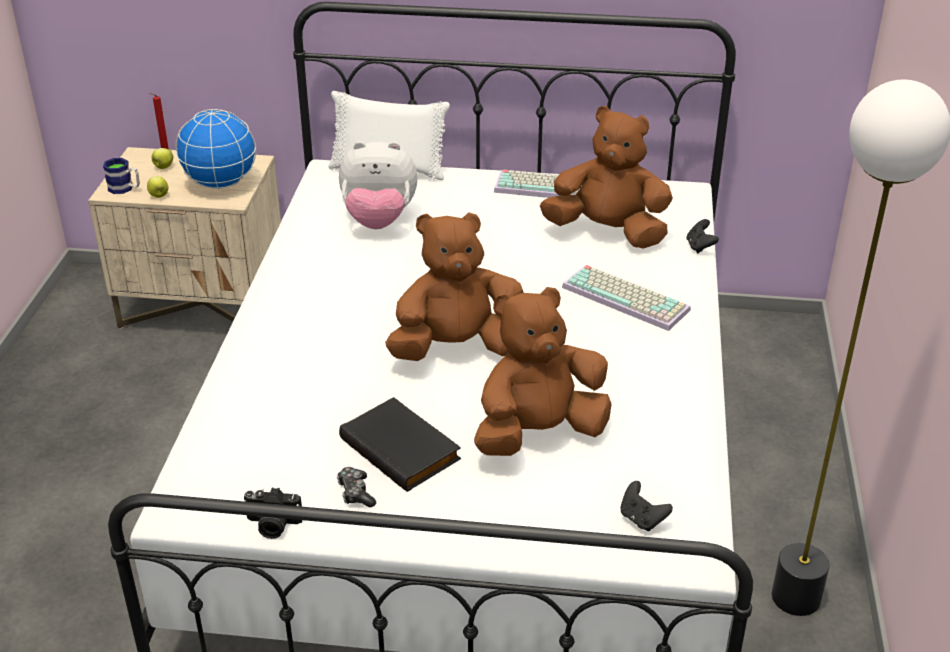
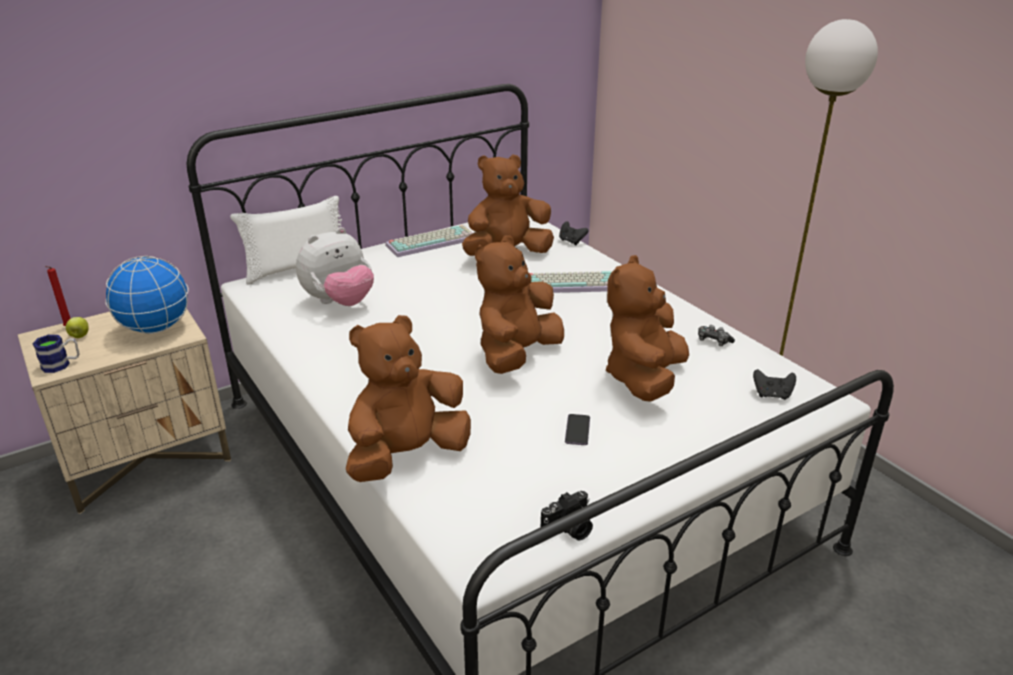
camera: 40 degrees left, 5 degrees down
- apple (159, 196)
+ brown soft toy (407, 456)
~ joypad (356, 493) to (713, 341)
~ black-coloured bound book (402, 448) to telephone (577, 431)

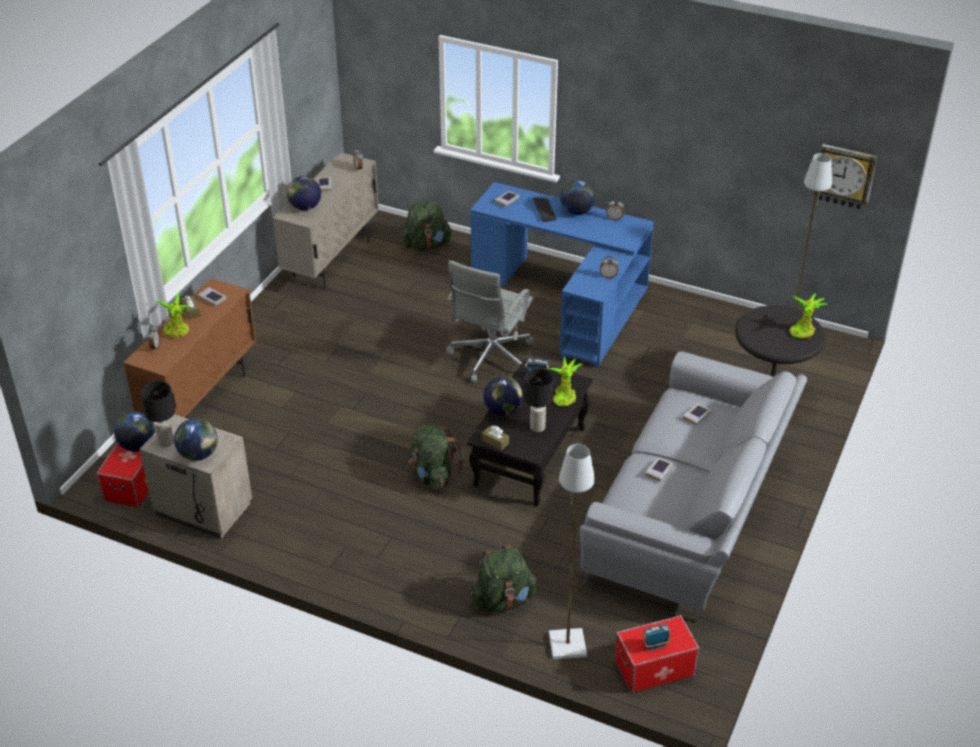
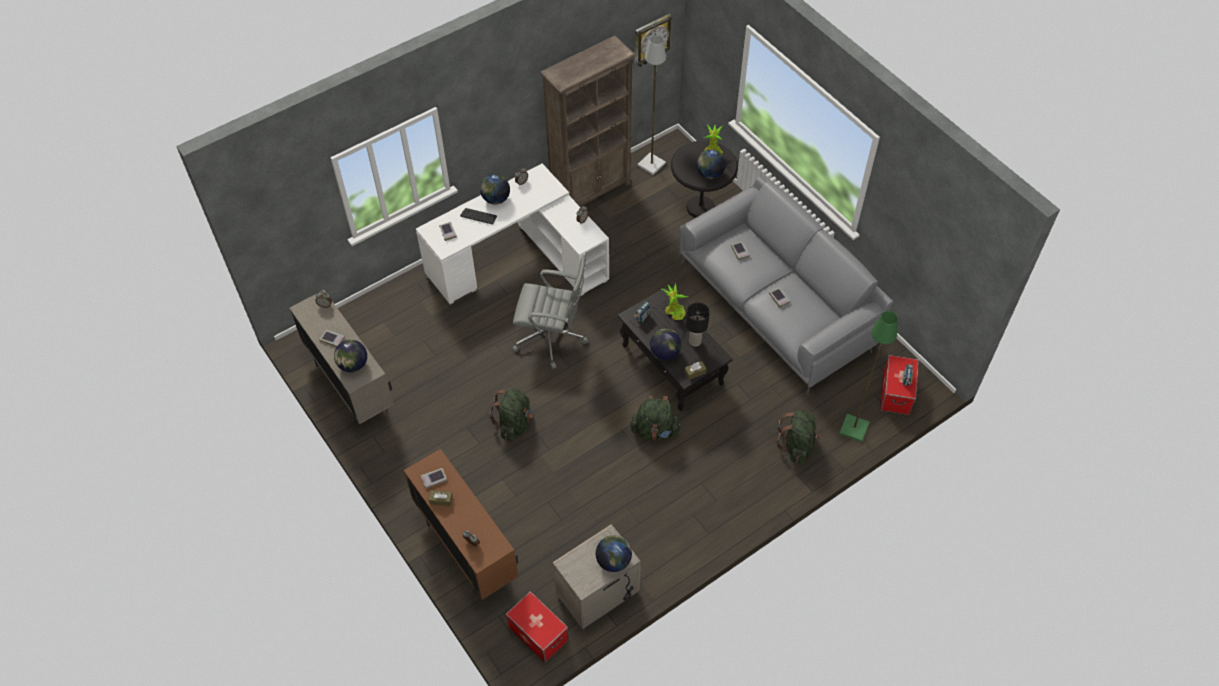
camera: 60 degrees left, 15 degrees up
- black-coloured tabletop lamp (166, 442)
- plant in a pot (177, 332)
+ brown shelving unit (591, 191)
~ world globe (138, 446) to (709, 174)
~ greenish knapsack (426, 245) to (514, 423)
~ blue-coloured desk unit (568, 299) to whitish desk unit (519, 260)
~ greyish floor lamp (567, 645) to greenish floor lamp (854, 429)
~ greyish computer chair (490, 358) = (552, 338) 45 degrees counterclockwise

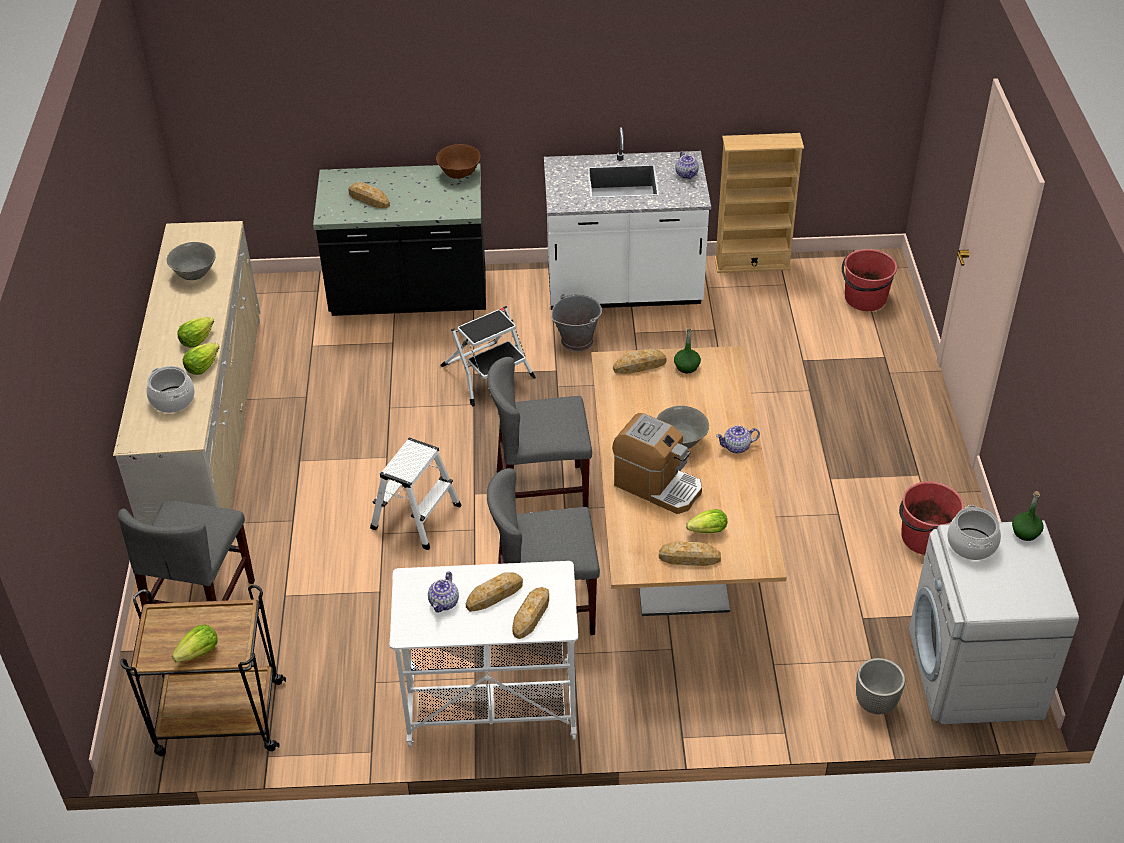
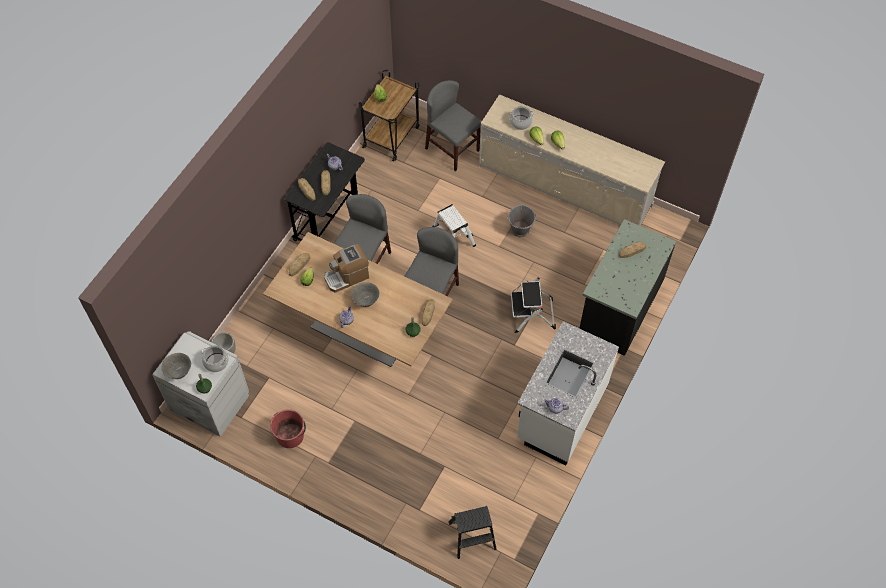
camera: 120 degrees right, 15 degrees up
- brown bowl (459, 174)
- sand-coloured shelving unit (752, 263)
~ greyish bowl (195, 274) to (179, 372)
~ greyish water bucket (577, 340) to (520, 229)
~ reddish water bucket (865, 299) to black-coloured step stool (472, 535)
~ whitish desk unit (491, 705) to black-coloured desk unit (331, 221)

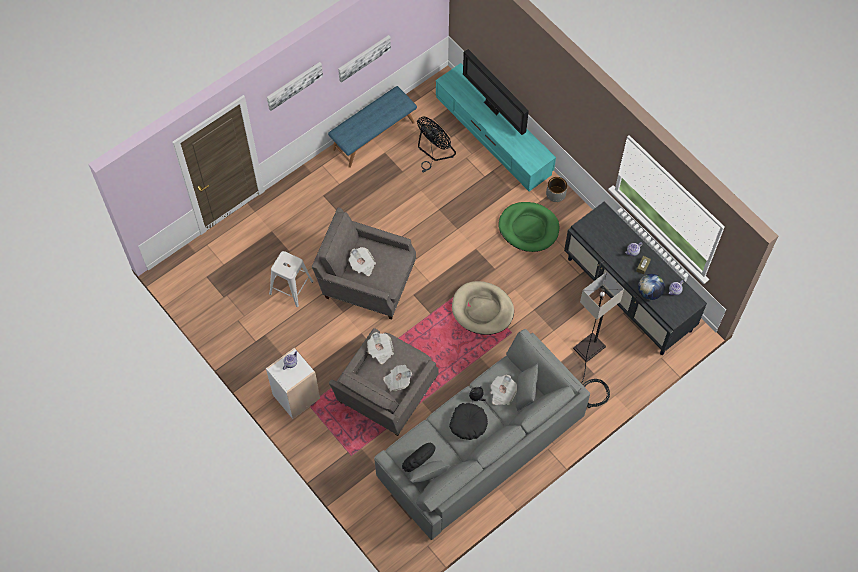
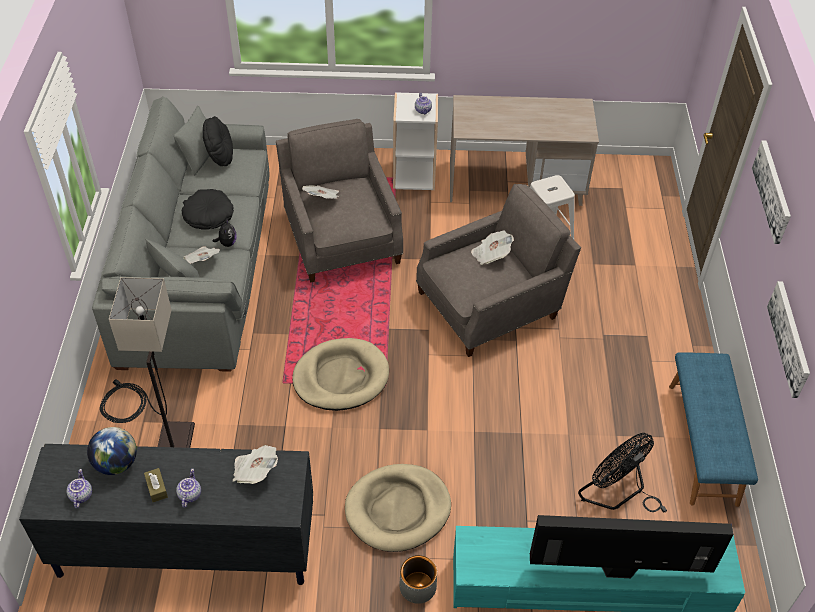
camera: 130 degrees right, 15 degrees down
+ sand-coloured desk unit (516, 182)
~ newspaper (380, 351) to (255, 471)
~ greenish dog cushion (528, 228) to sand-coloured dog cushion (398, 509)
~ black-coloured electric fan (432, 151) = (622, 490) 150 degrees clockwise

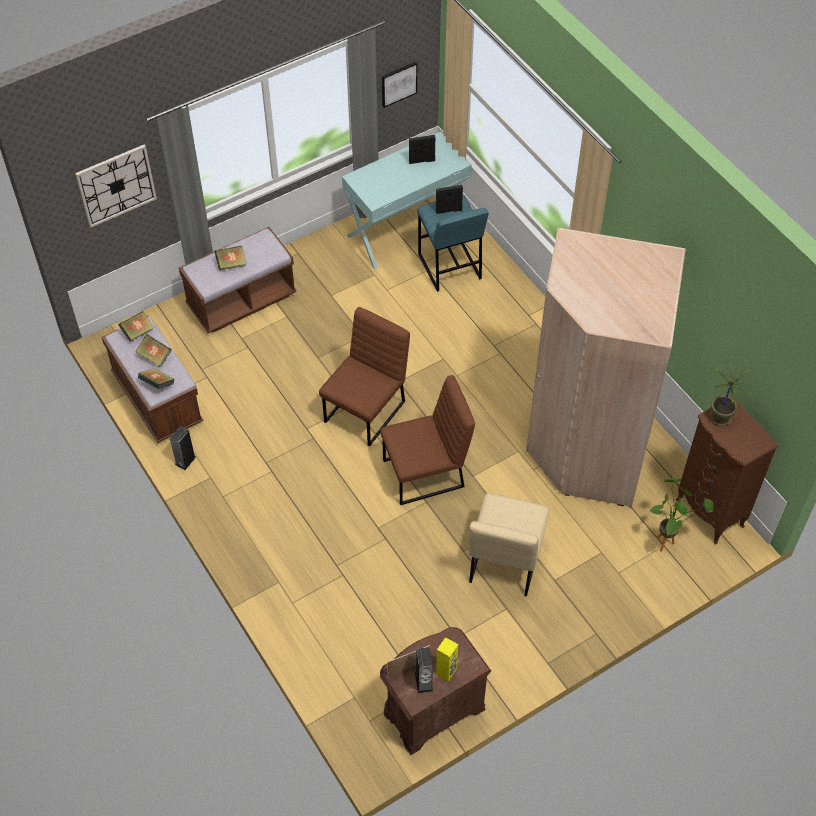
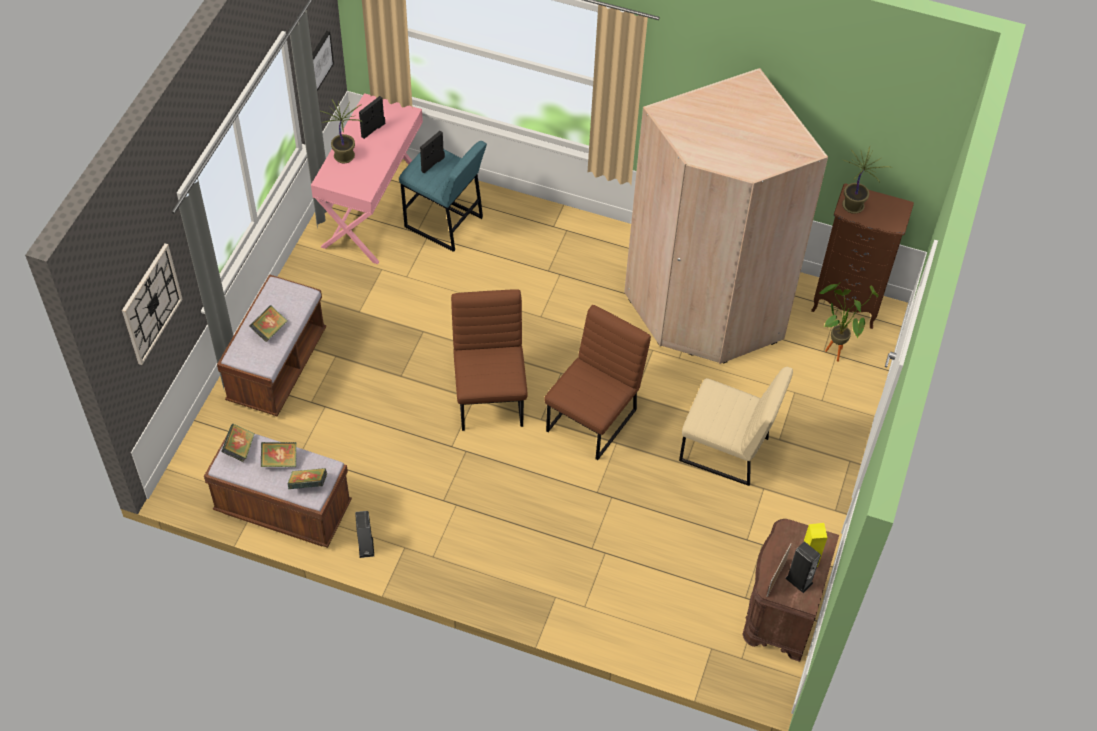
camera: 40 degrees left, 0 degrees up
+ plant in a pot (345, 156)
~ turquoise desk unit (406, 229) to pinkish desk unit (373, 210)
~ sand-coloured chair (504, 561) = (726, 450) 45 degrees counterclockwise

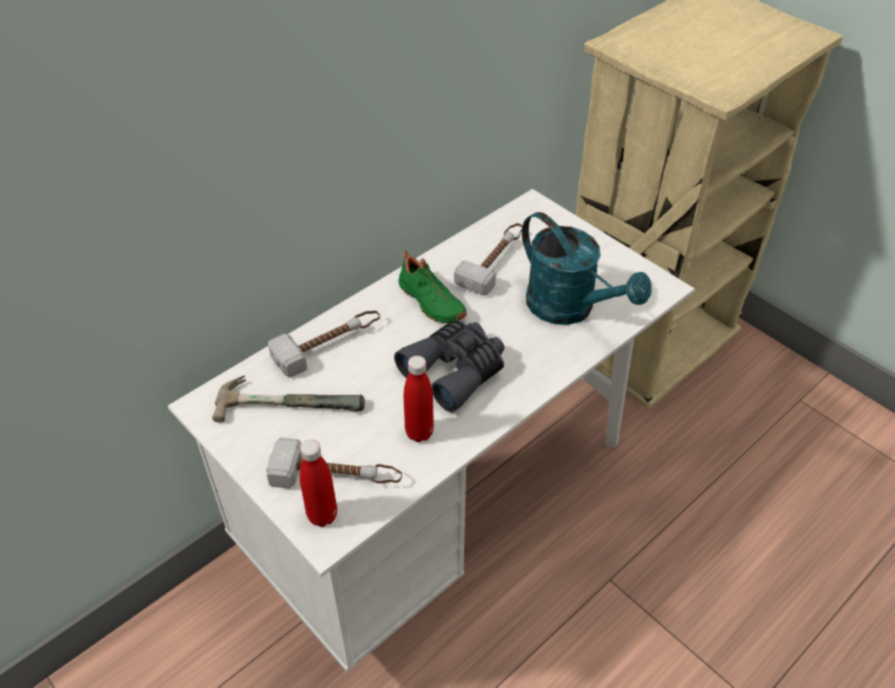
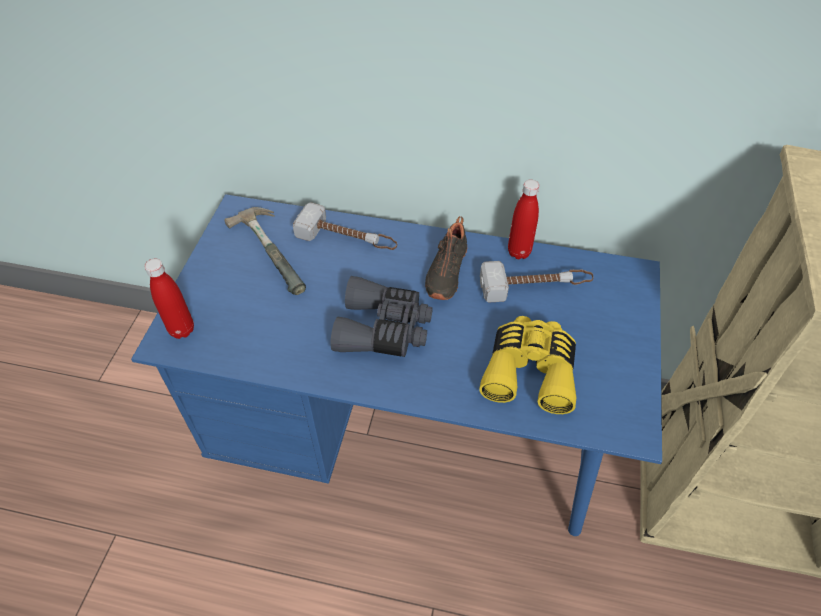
camera: 55 degrees right, 5 degrees up
- hand hammer (336, 475)
~ reddish beverage bottle (419, 433) to (519, 252)
~ turquoise sprinkling can (570, 308) to yellow-coloured field glasses (530, 370)
~ whitish desk unit (447, 505) to blue-coloured desk unit (411, 441)
~ greenish item of footwear (430, 302) to black-coloured item of footwear (445, 271)

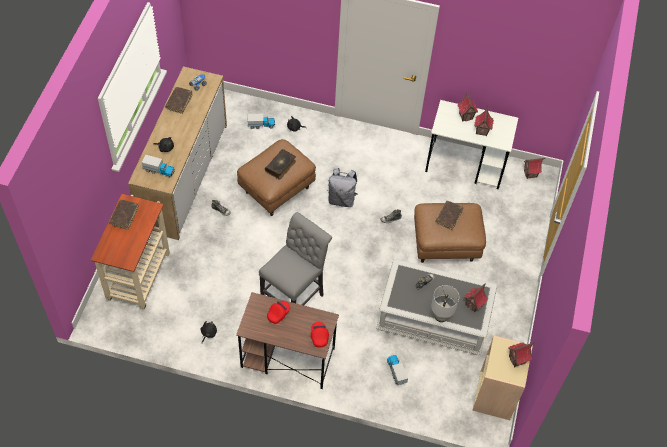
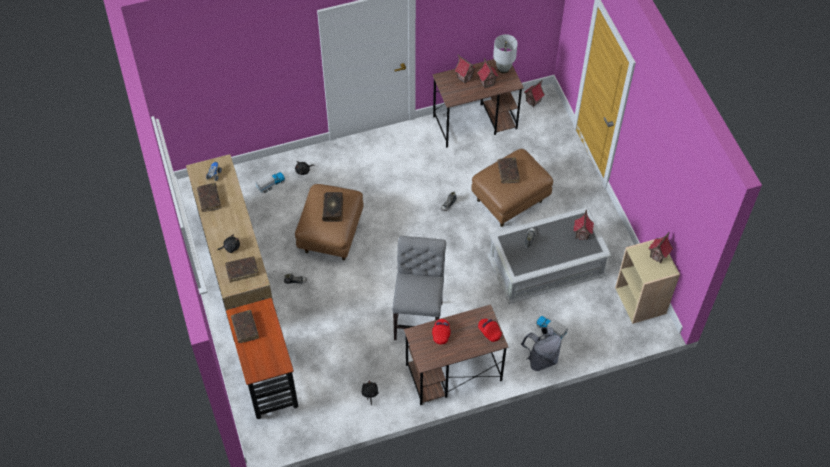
camera: 30 degrees left, 0 degrees up
~ greyish knapsack (341, 199) to (540, 359)
~ whitish tabletop lamp (441, 316) to (503, 68)
~ toy truck (159, 170) to brown bound book (242, 271)
~ sand-coloured cart (139, 276) to black-coloured cart (268, 381)
~ whitish desk unit (466, 165) to brown desk unit (475, 122)

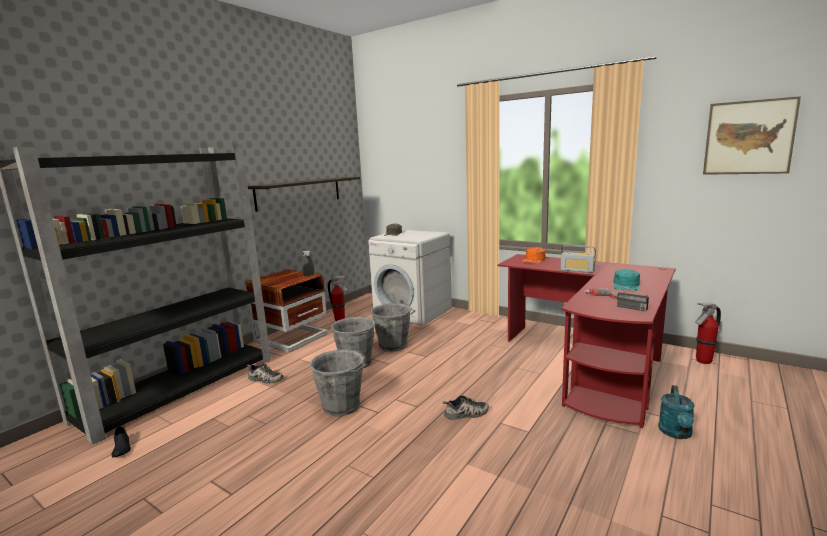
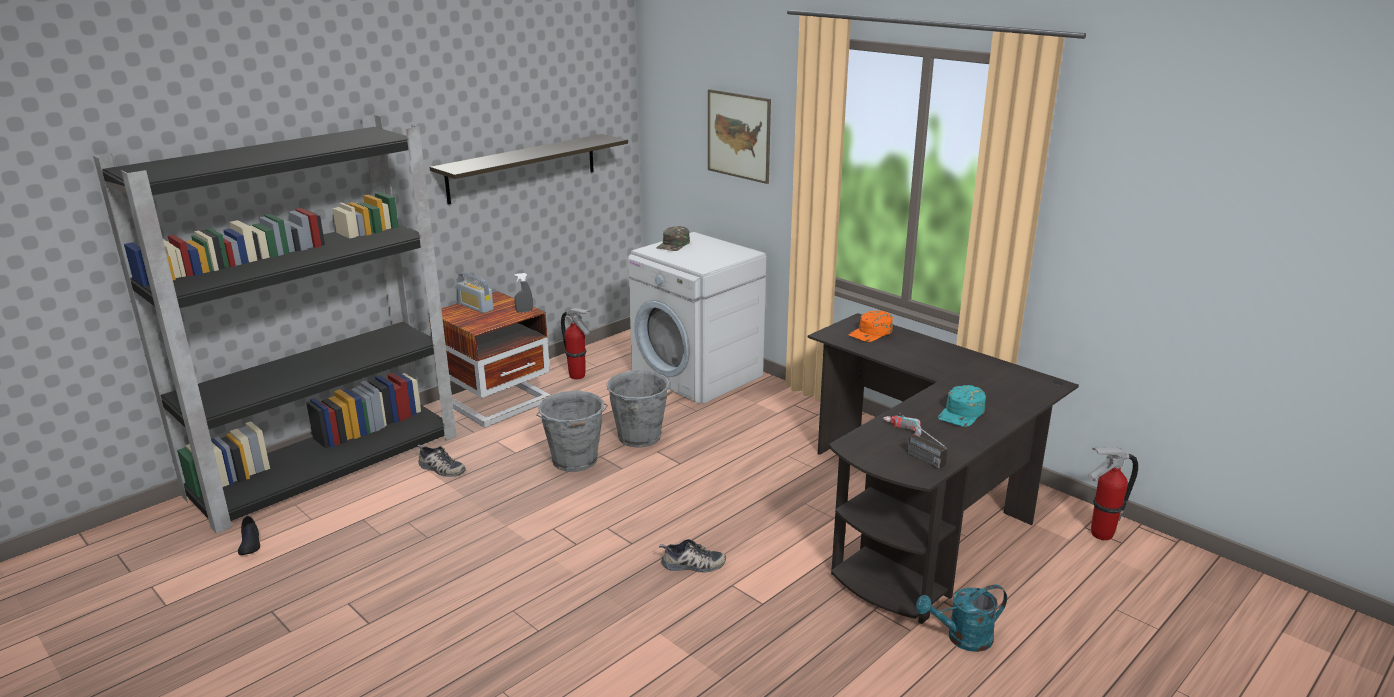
camera: 10 degrees right, 10 degrees up
- greyish water bucket (342, 407)
~ radio (577, 270) to (476, 307)
~ wall picture (748, 137) to (738, 135)
~ reddish desk unit (591, 364) to black-coloured desk unit (921, 513)
~ turquoise sprinkling can (676, 433) = (962, 639) 45 degrees clockwise

